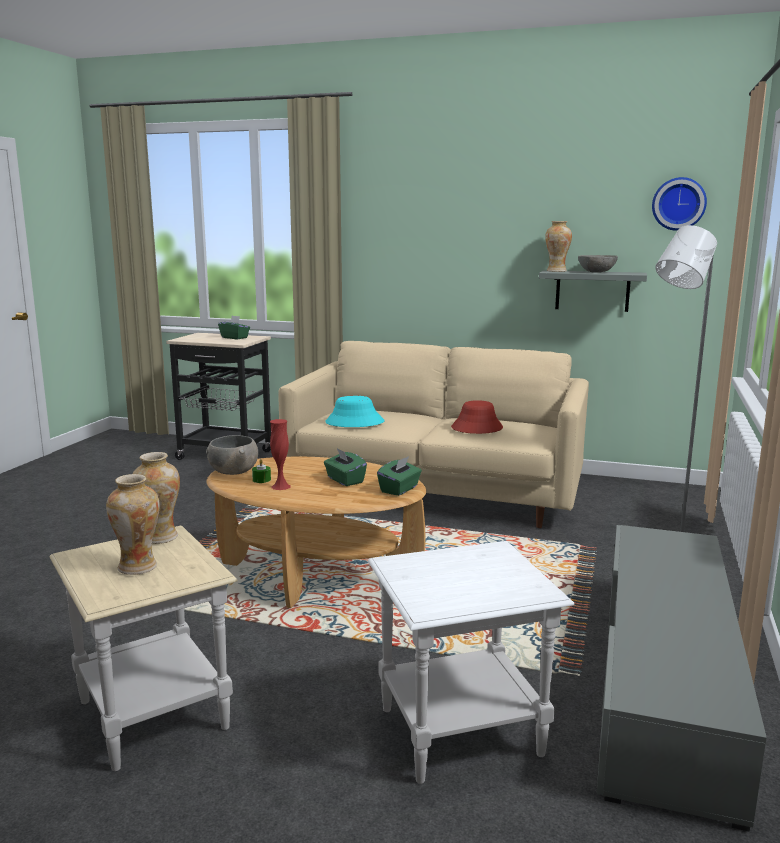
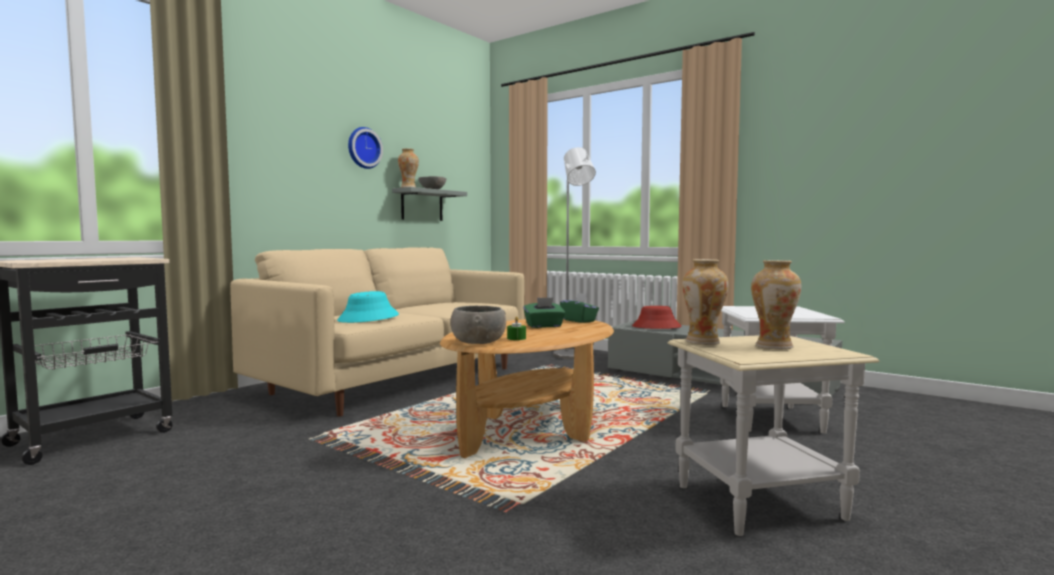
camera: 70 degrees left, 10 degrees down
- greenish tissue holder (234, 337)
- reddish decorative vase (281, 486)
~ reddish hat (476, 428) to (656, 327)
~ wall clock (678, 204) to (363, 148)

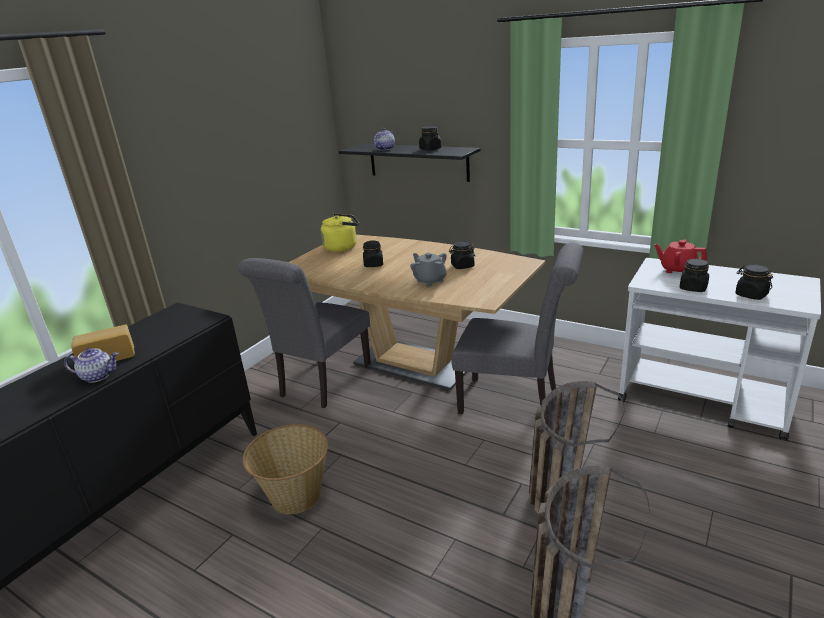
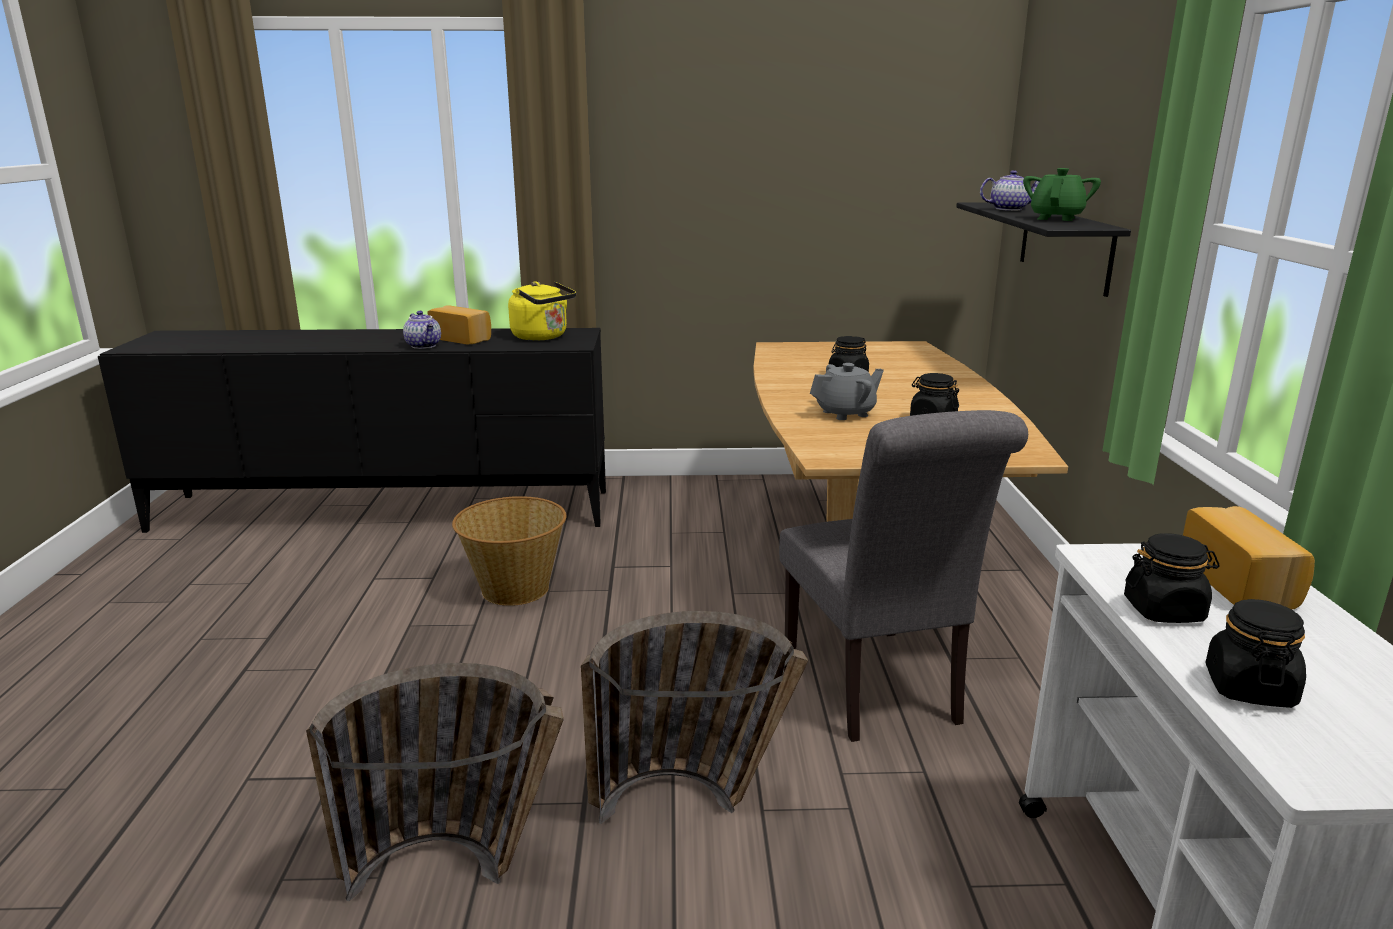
camera: 55 degrees right, 5 degrees down
- greyish chair (321, 384)
~ yellow-coloured tea kettle (343, 247) to (542, 337)
~ black-coloured storage jar (430, 149) to greenish pot for tea (1056, 218)
~ reddish pot for tea (678, 270) to bakery bread (1241, 582)
~ greyish pot for tea (430, 280) = (846, 413) 45 degrees clockwise

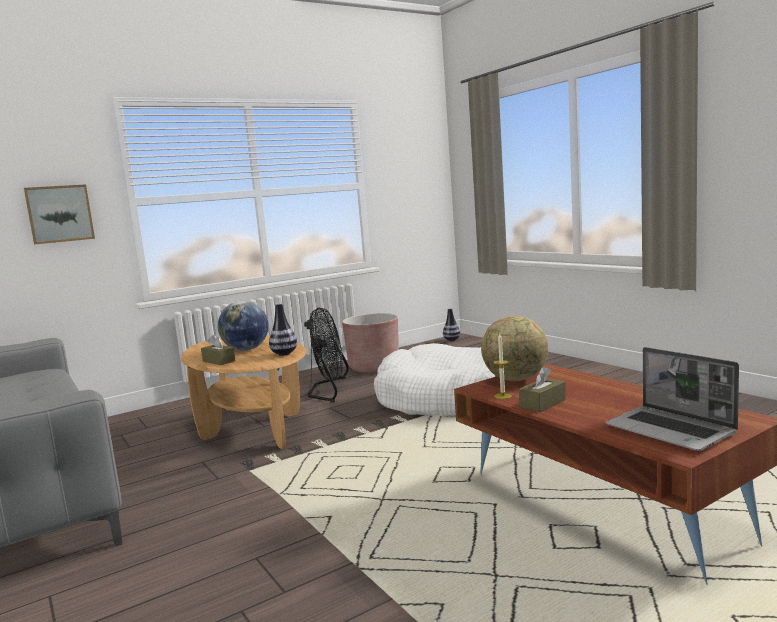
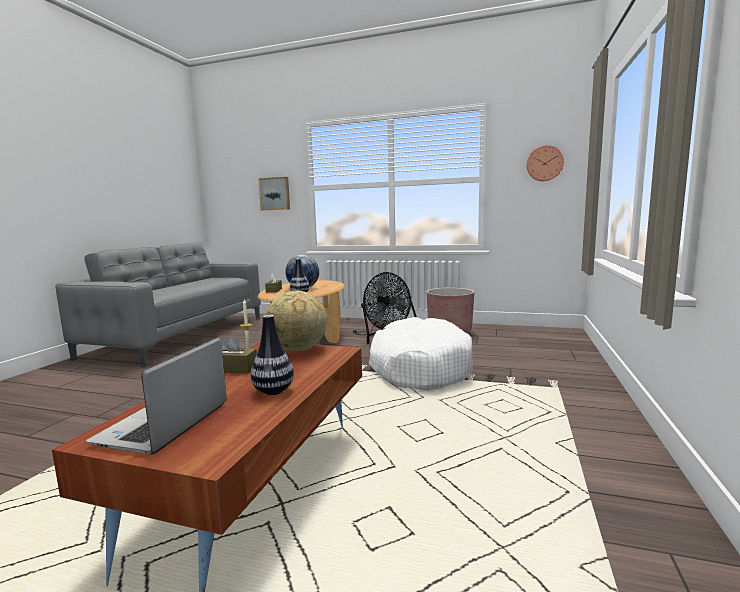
camera: 50 degrees right, 0 degrees up
+ wall clock (544, 163)
~ decorative vase (452, 340) to (273, 391)

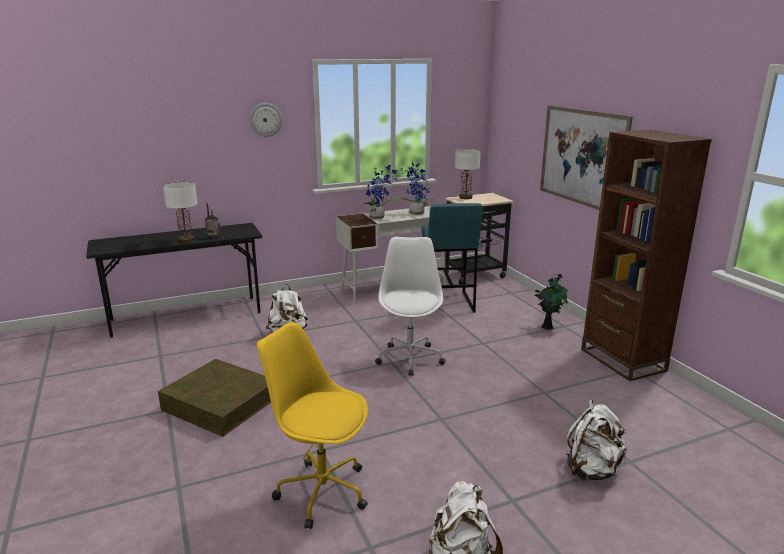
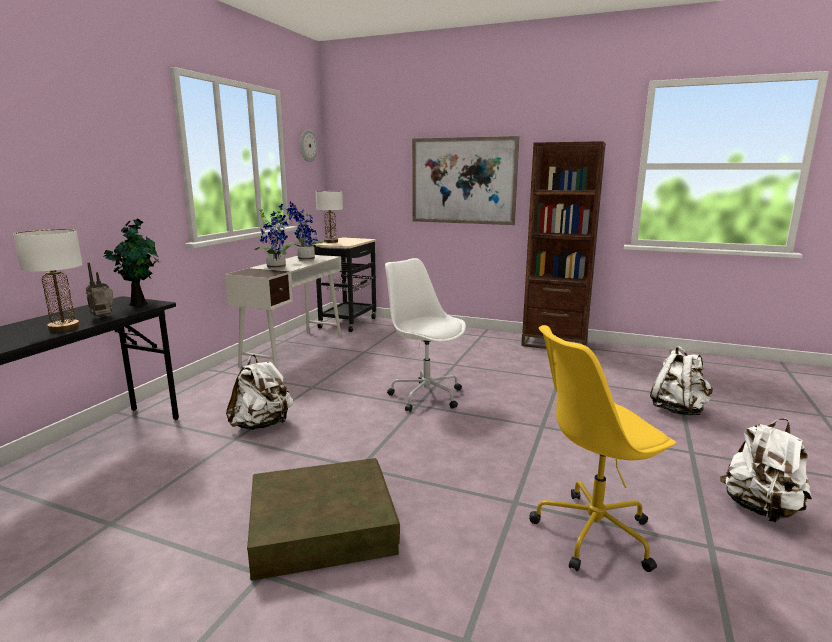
camera: 45 degrees left, 5 degrees down
- turquoise stool (447, 303)
~ wall clock (265, 119) to (308, 145)
~ plant in a pot (548, 326) to (139, 303)

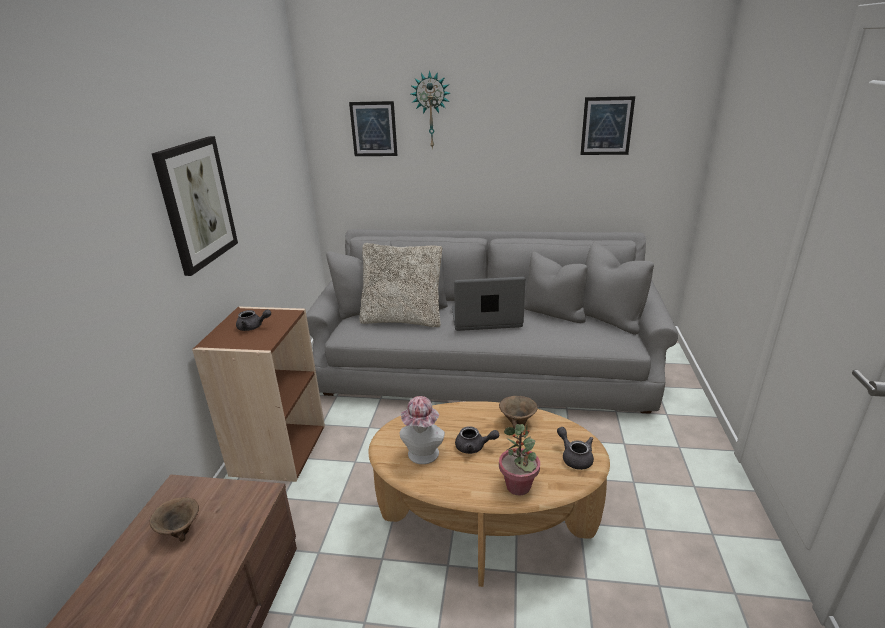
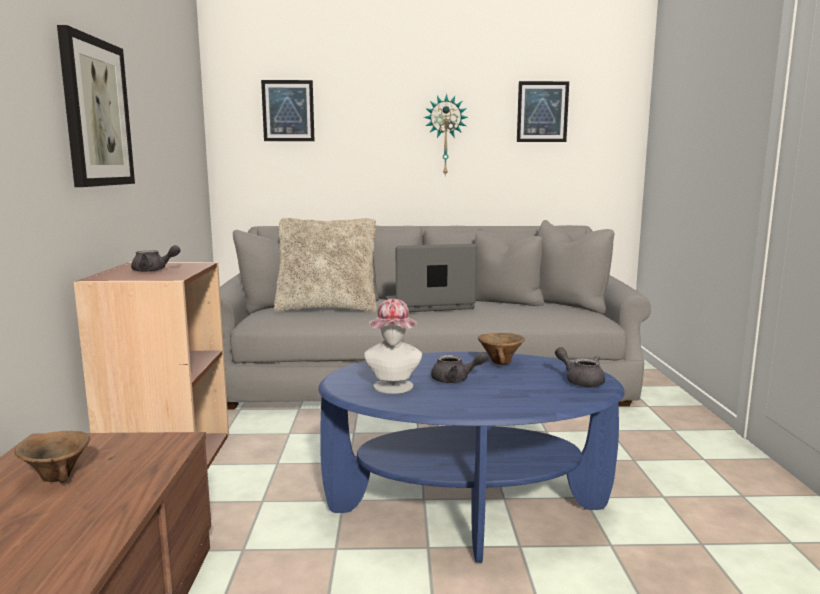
camera: 10 degrees left, 15 degrees down
- plant in a pot (518, 486)
~ wall clock (431, 110) to (445, 135)
~ brown low table (485, 527) to blue-coloured low table (467, 509)

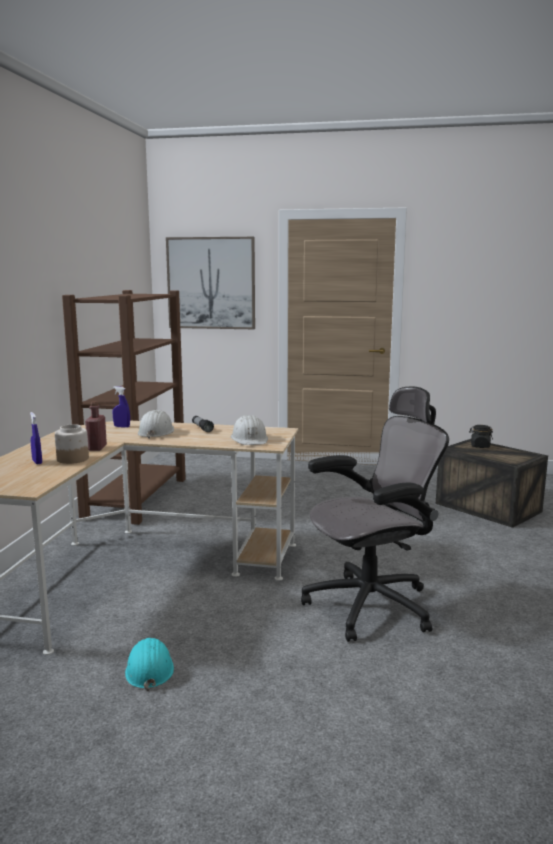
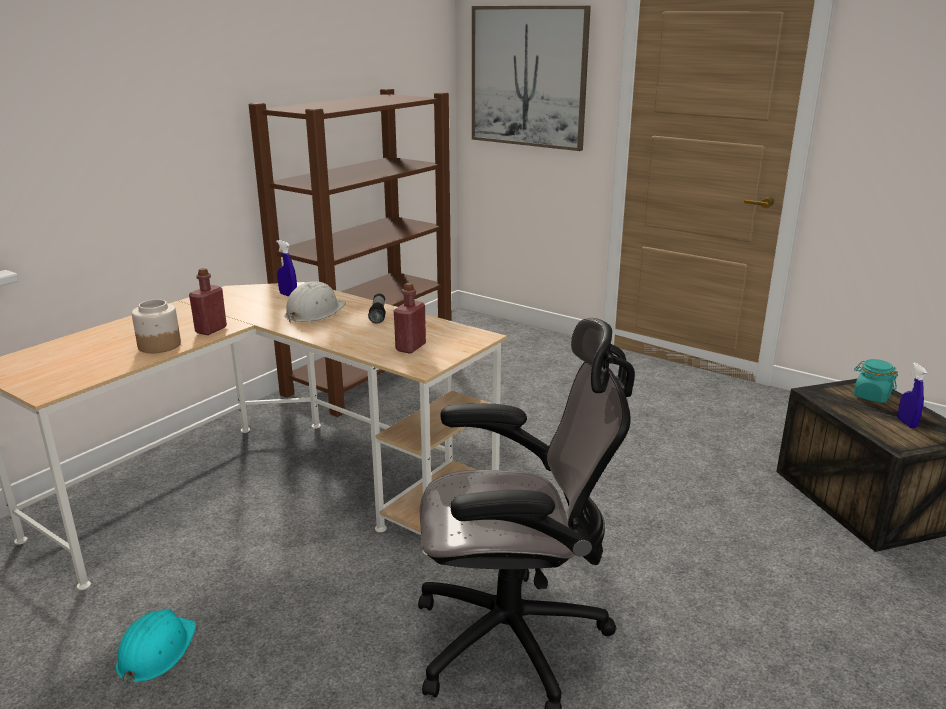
camera: 25 degrees right, 10 degrees up
~ blue-coloured sprayer (37, 462) to (906, 423)
~ whitish work helmet (250, 439) to reddish beverage bottle (410, 347)
~ black-coloured storage jar (480, 446) to turquoise storage jar (871, 396)

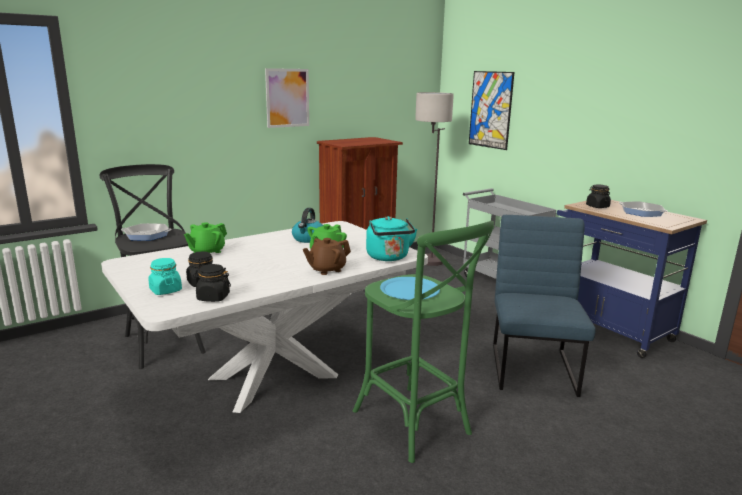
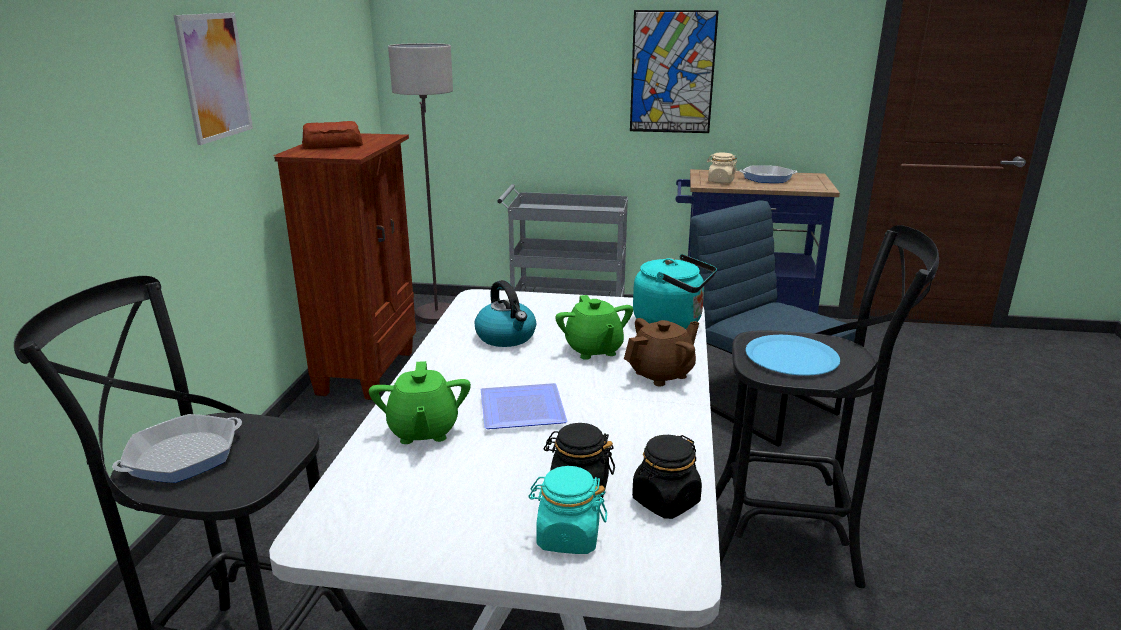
camera: 45 degrees left, 5 degrees up
+ bakery bread (333, 145)
+ flat dish (524, 408)
~ wall picture (490, 110) to (672, 72)
~ greenish stool (414, 425) to black-coloured stool (790, 542)
~ black-coloured storage jar (597, 206) to sand-coloured storage jar (720, 181)
~ brown pot for tea (326, 269) = (661, 374) 135 degrees counterclockwise

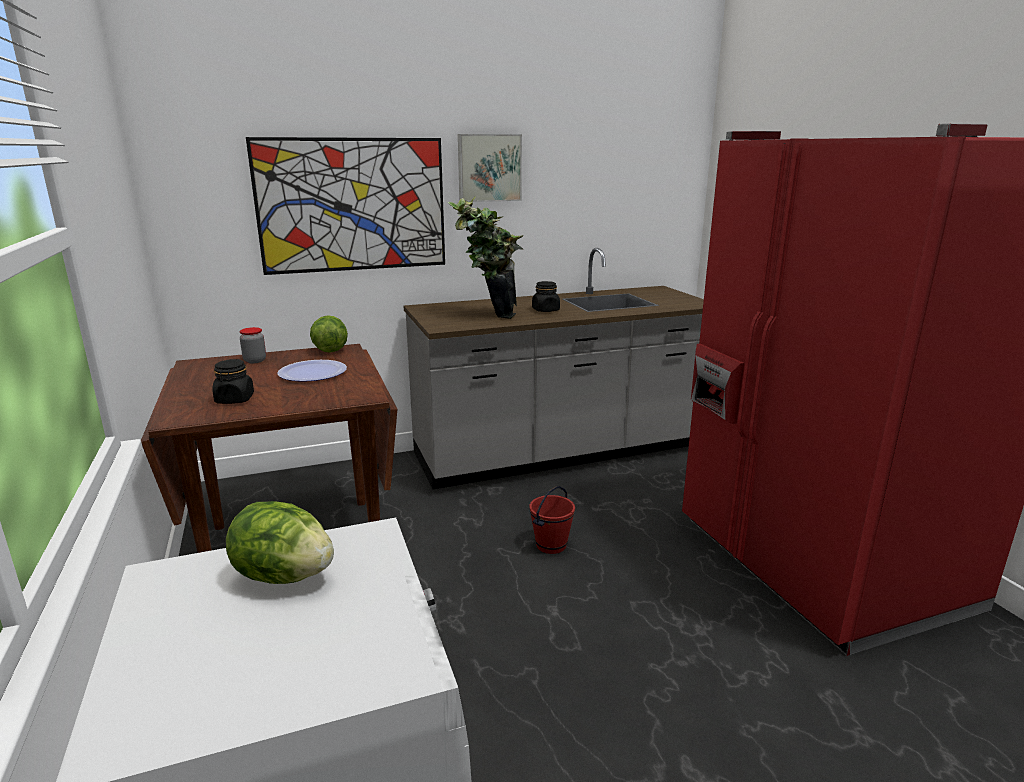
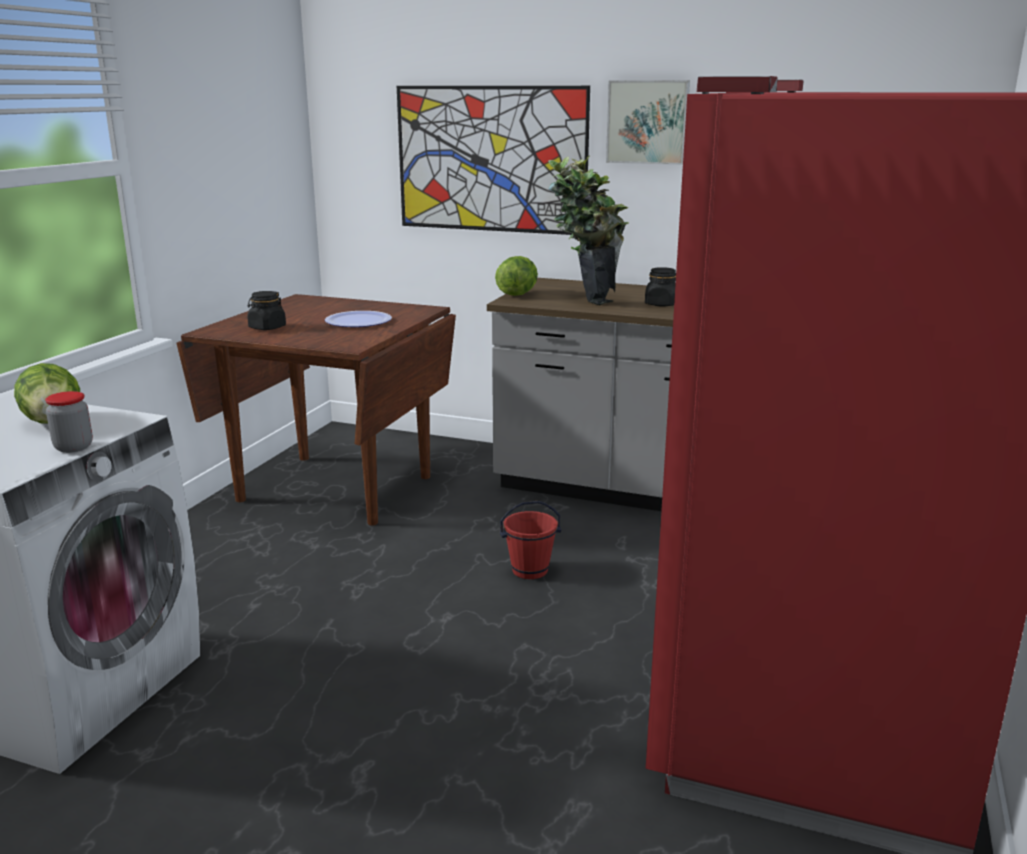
camera: 40 degrees right, 0 degrees up
~ storage jar (255, 360) to (73, 447)
~ lettuce head (330, 350) to (517, 294)

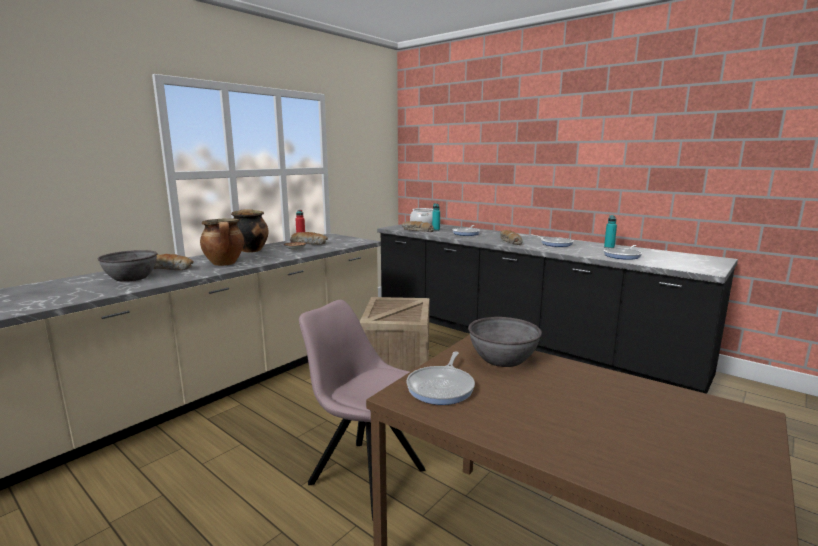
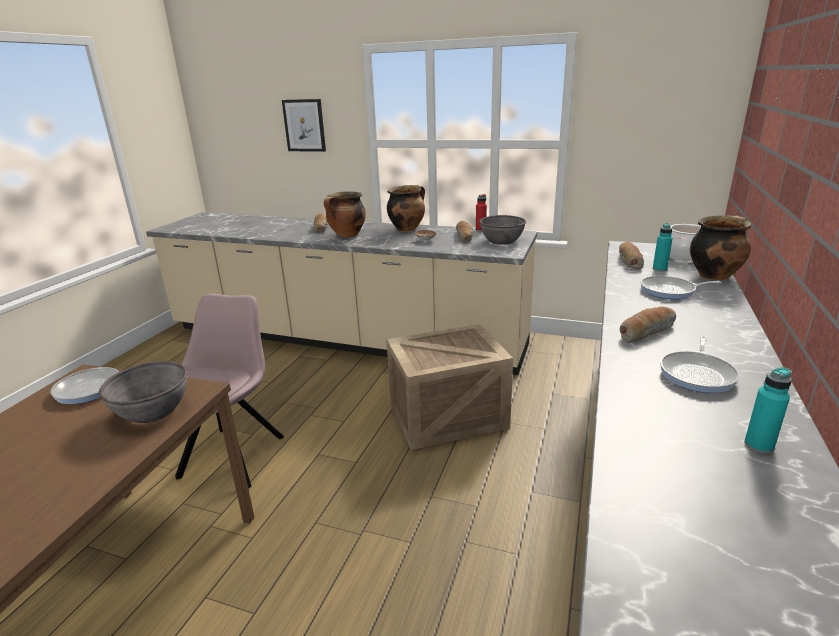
camera: 70 degrees right, 10 degrees up
- frying pan (623, 255)
+ wall picture (304, 125)
+ stockpot (714, 275)
~ greyish bowl (131, 278) to (501, 241)

